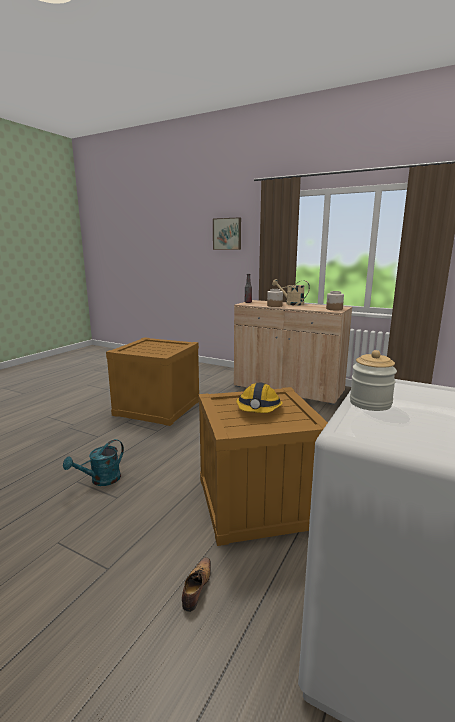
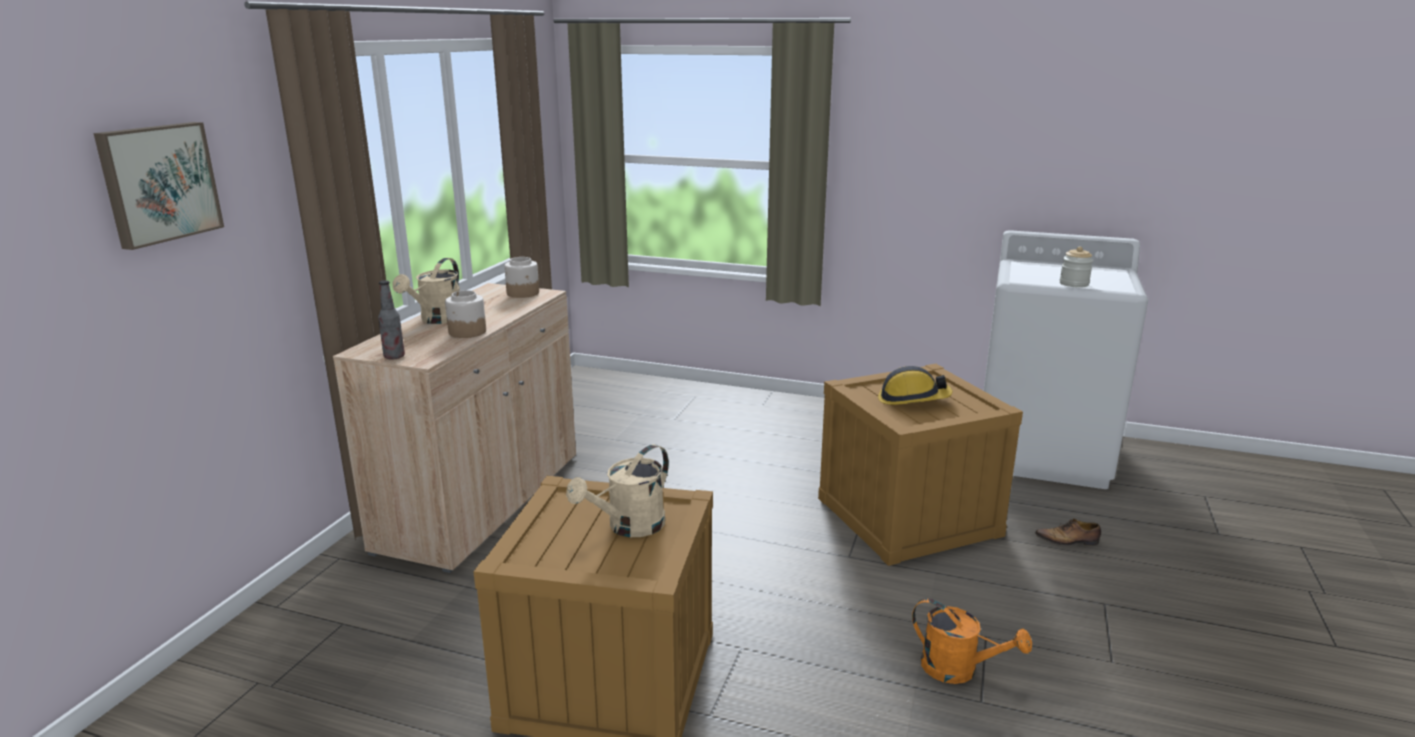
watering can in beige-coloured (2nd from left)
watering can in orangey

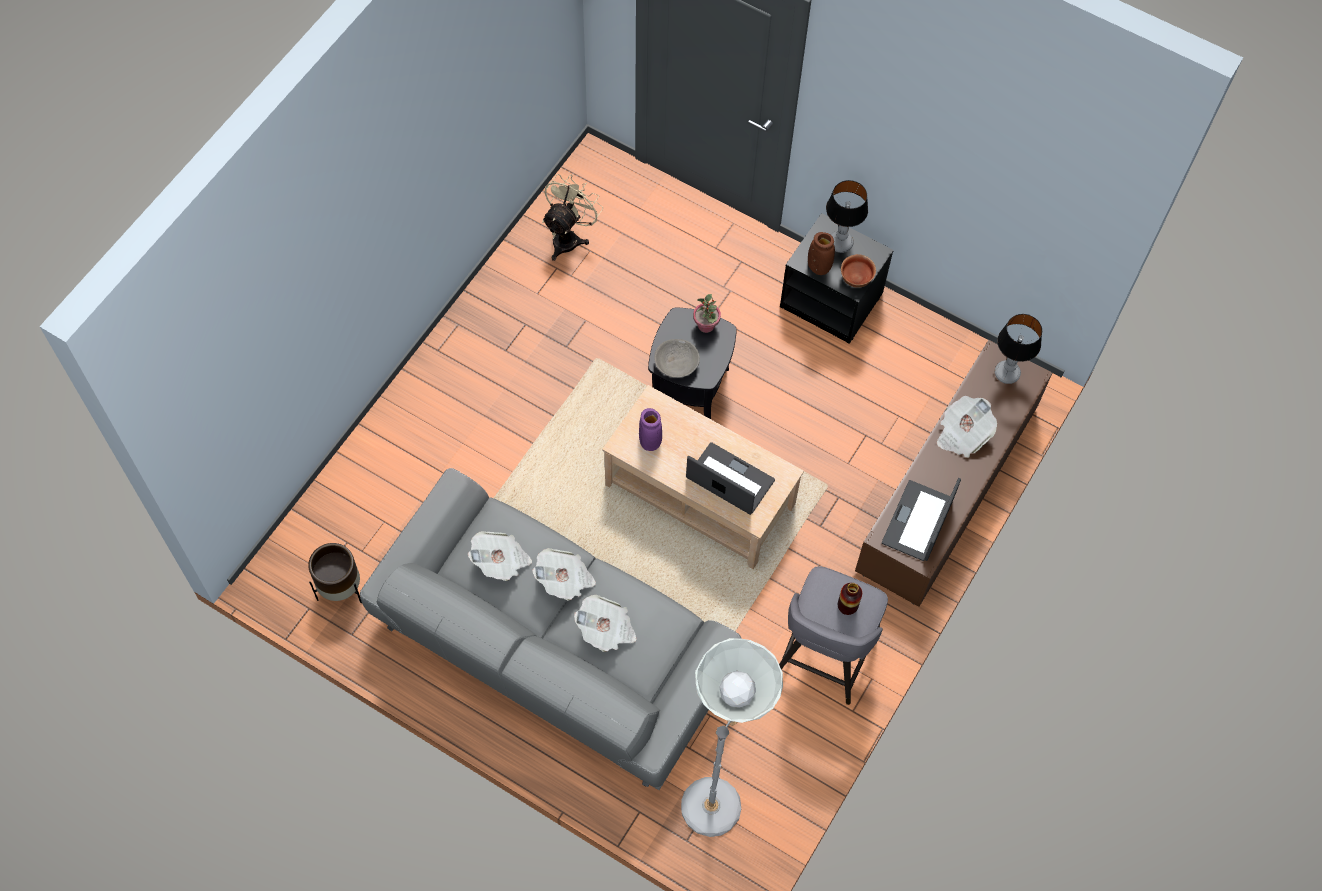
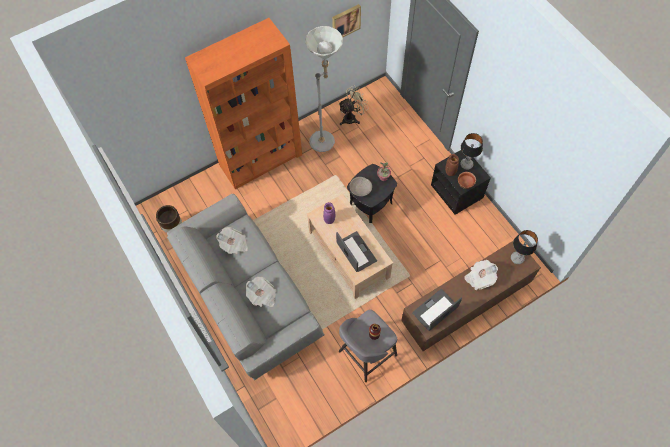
printed paper (2nd from left in the first image)
shelving unit in orangey
wall picture
standing lamp in gray

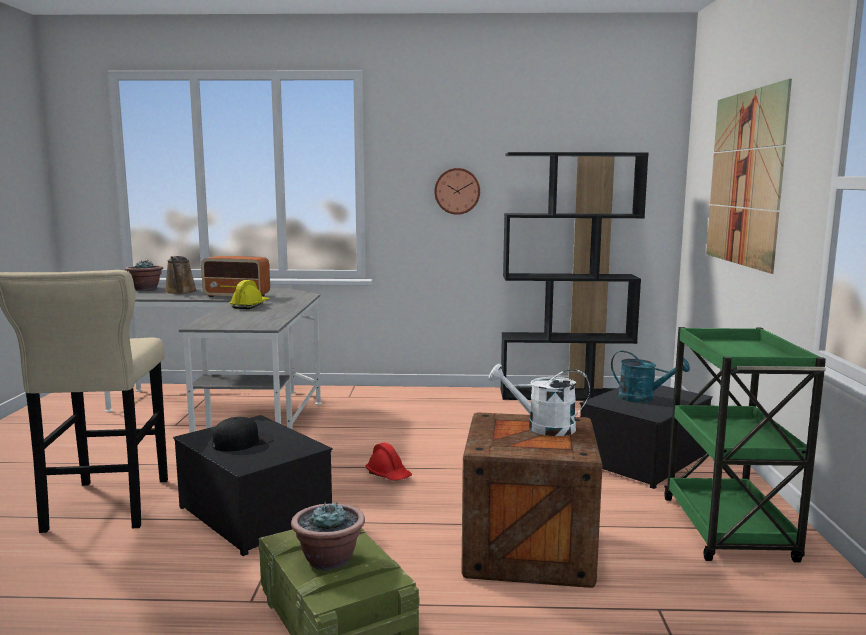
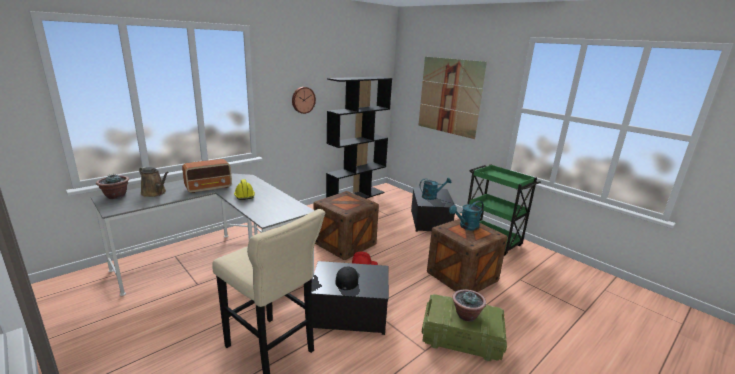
crate (1st from left)
watering can in turquoise (2nd from left)

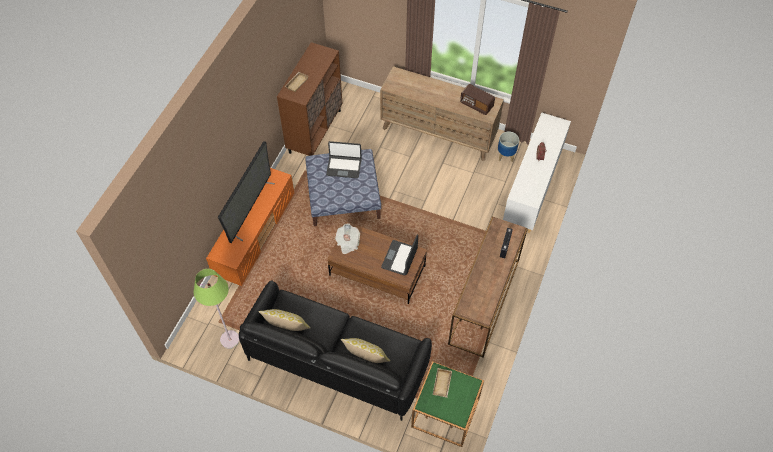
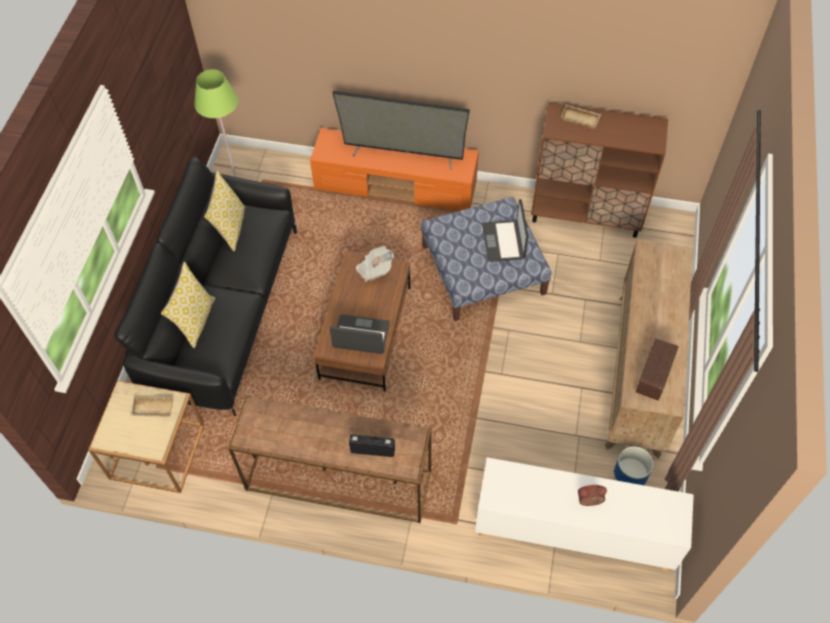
end table in beige-coloured

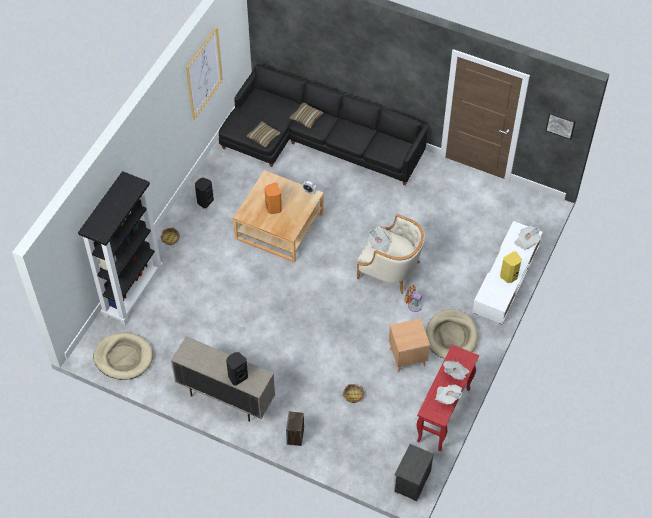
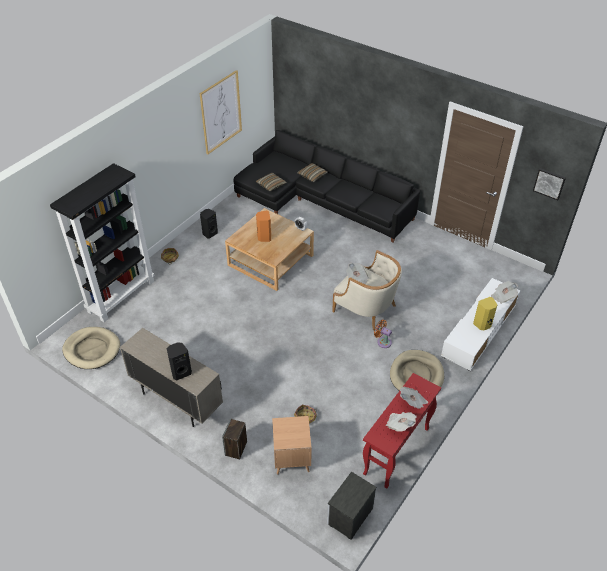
end table in brown-coloured

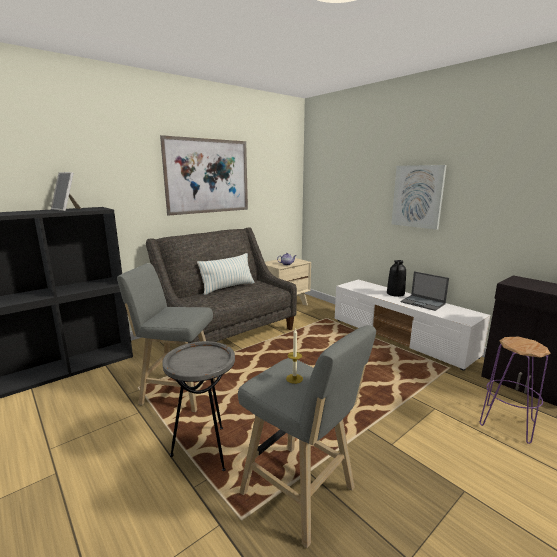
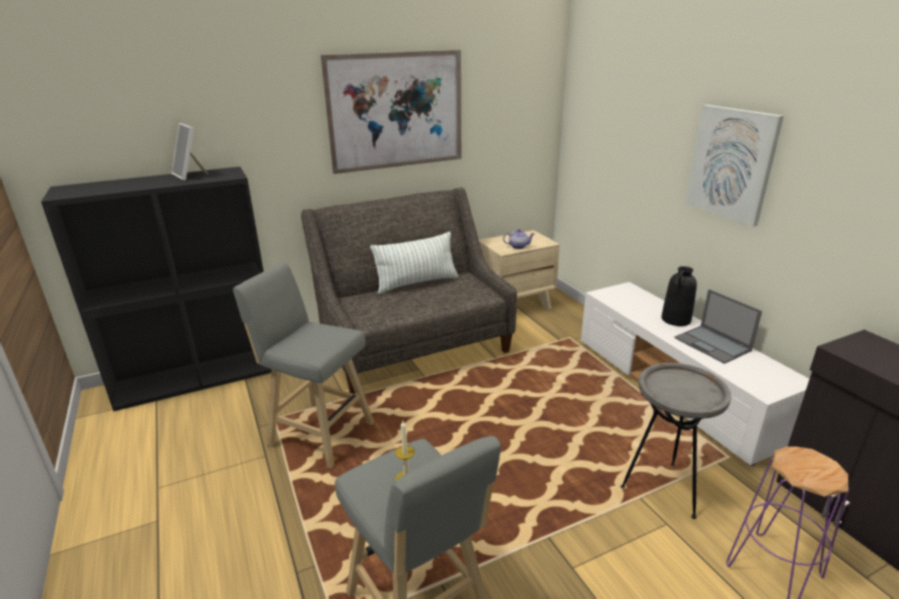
end table in gray

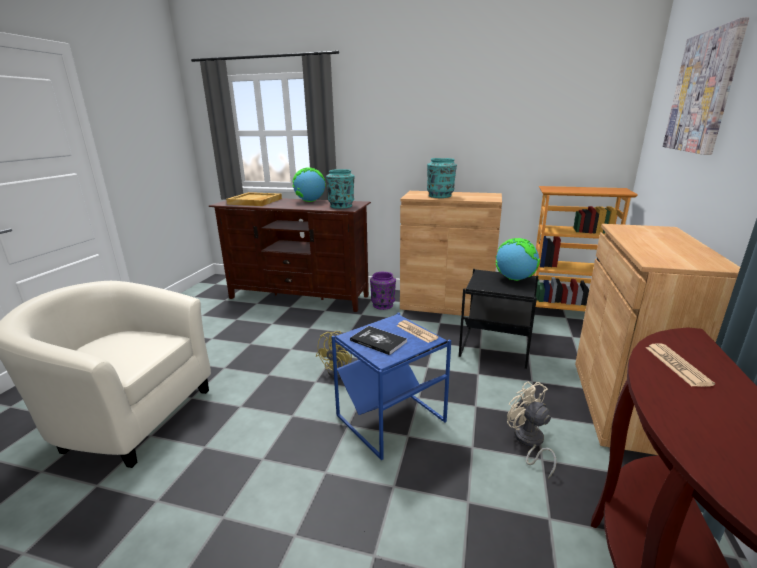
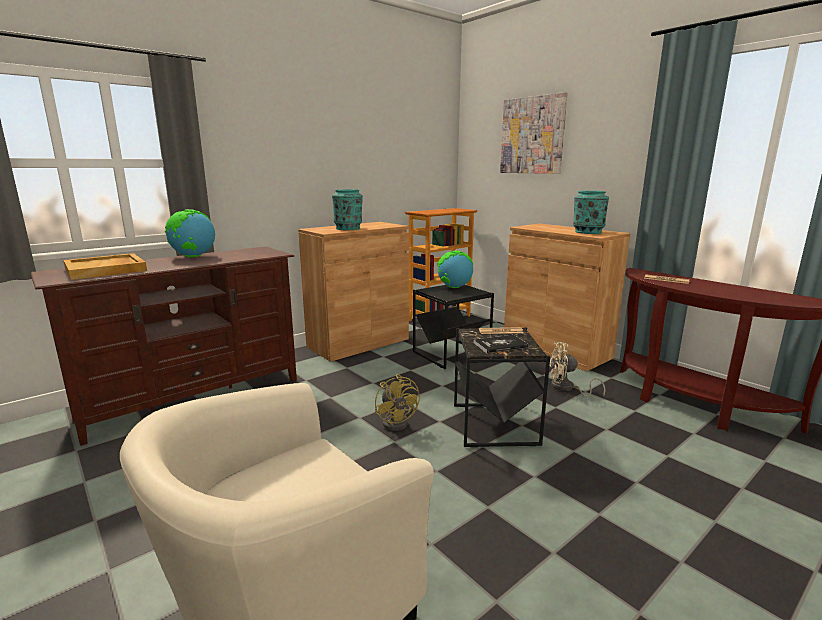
vase in purple
vase in turquoise (2nd from left)
end table in black (2nd from left)

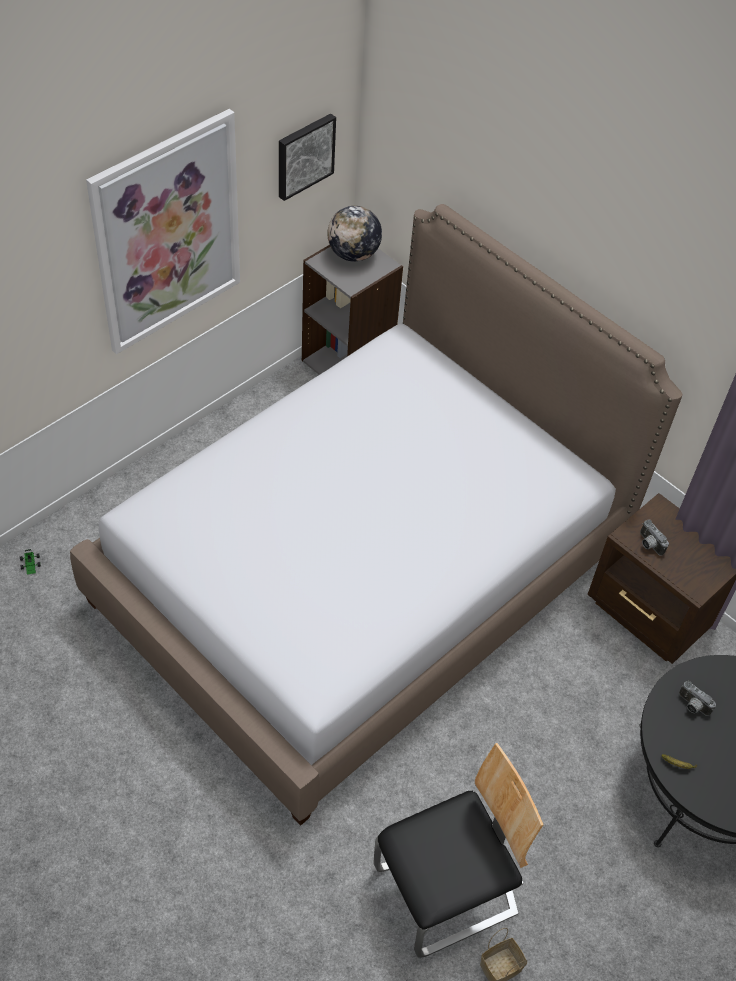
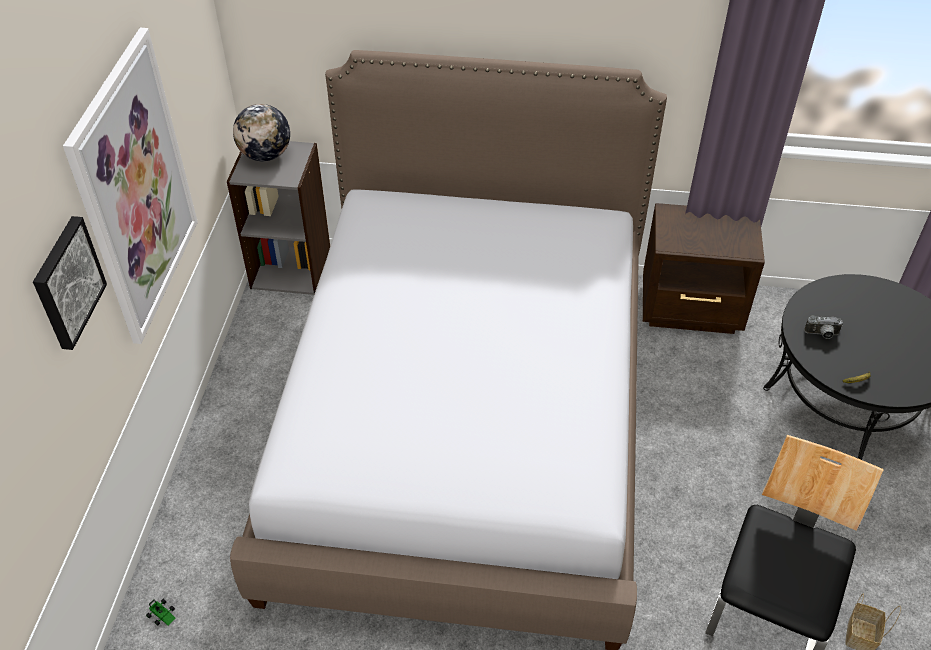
still camera (1st from left in the first image)
wall picture (1st from left)

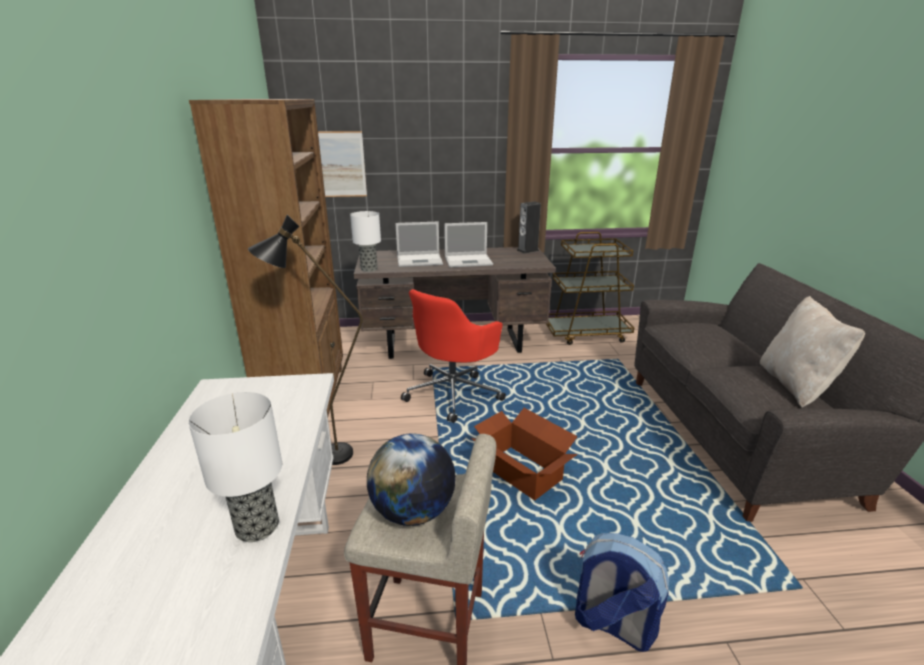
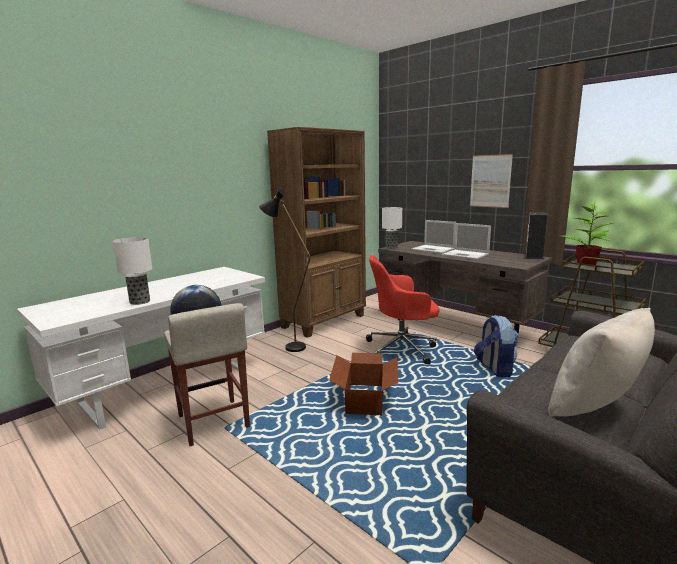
plant in a pot
wall picture
rucksack

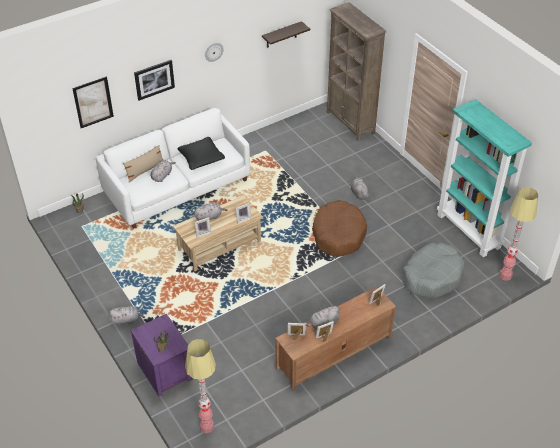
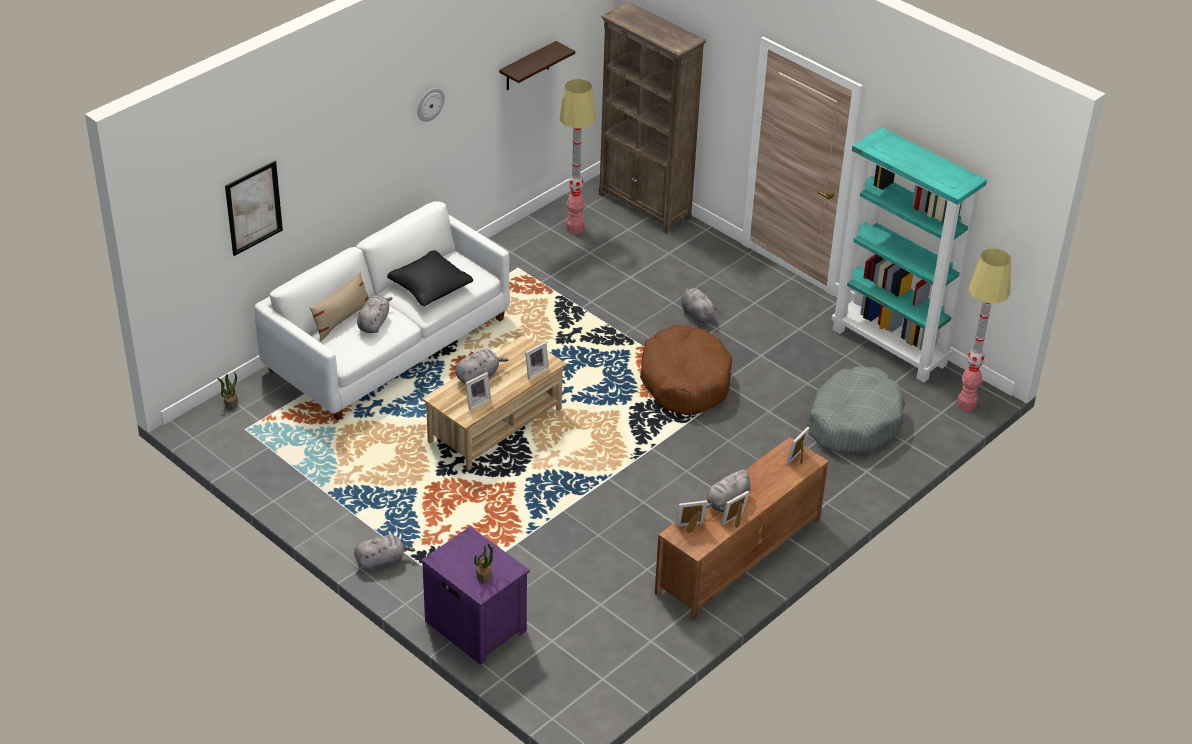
wall picture (2nd from left in the first image)
standing lamp (1st from left)

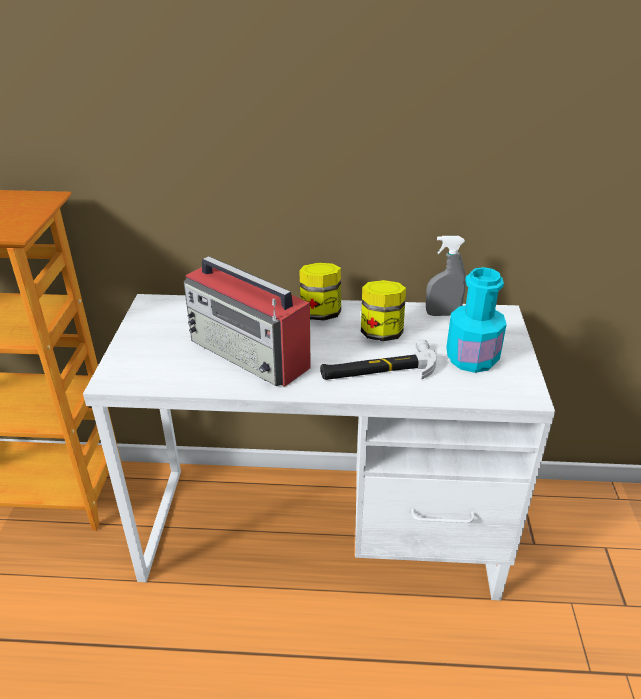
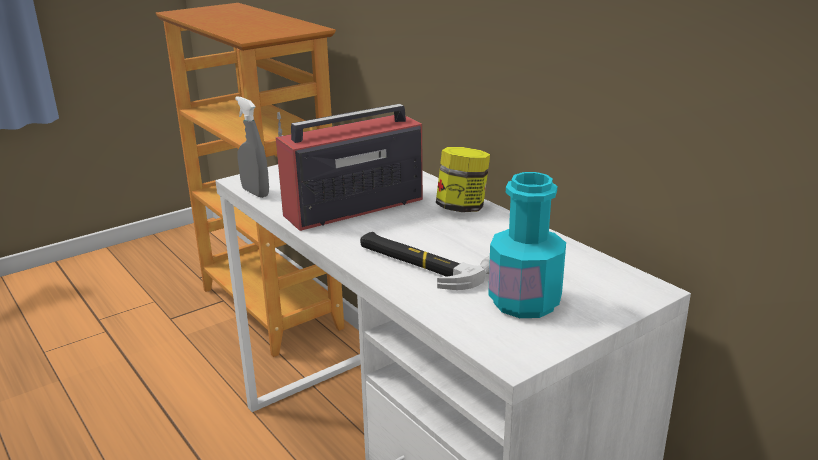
preserve jar (2nd from left in the first image)
spray bottle in gray
radio

